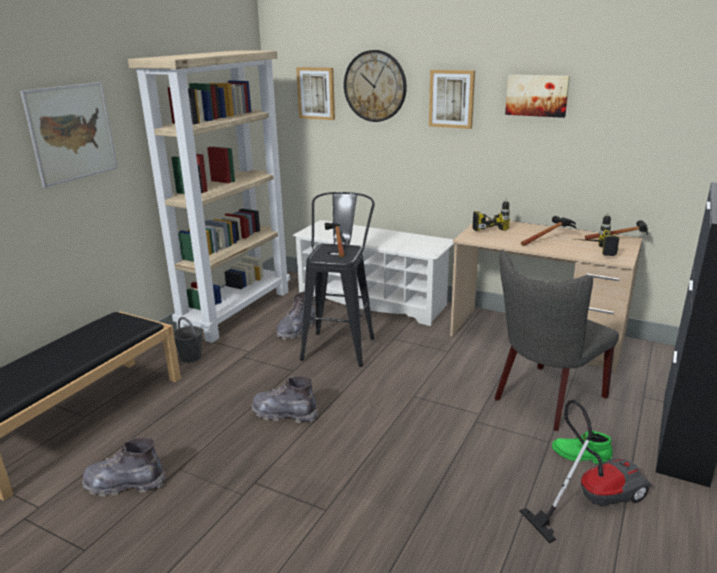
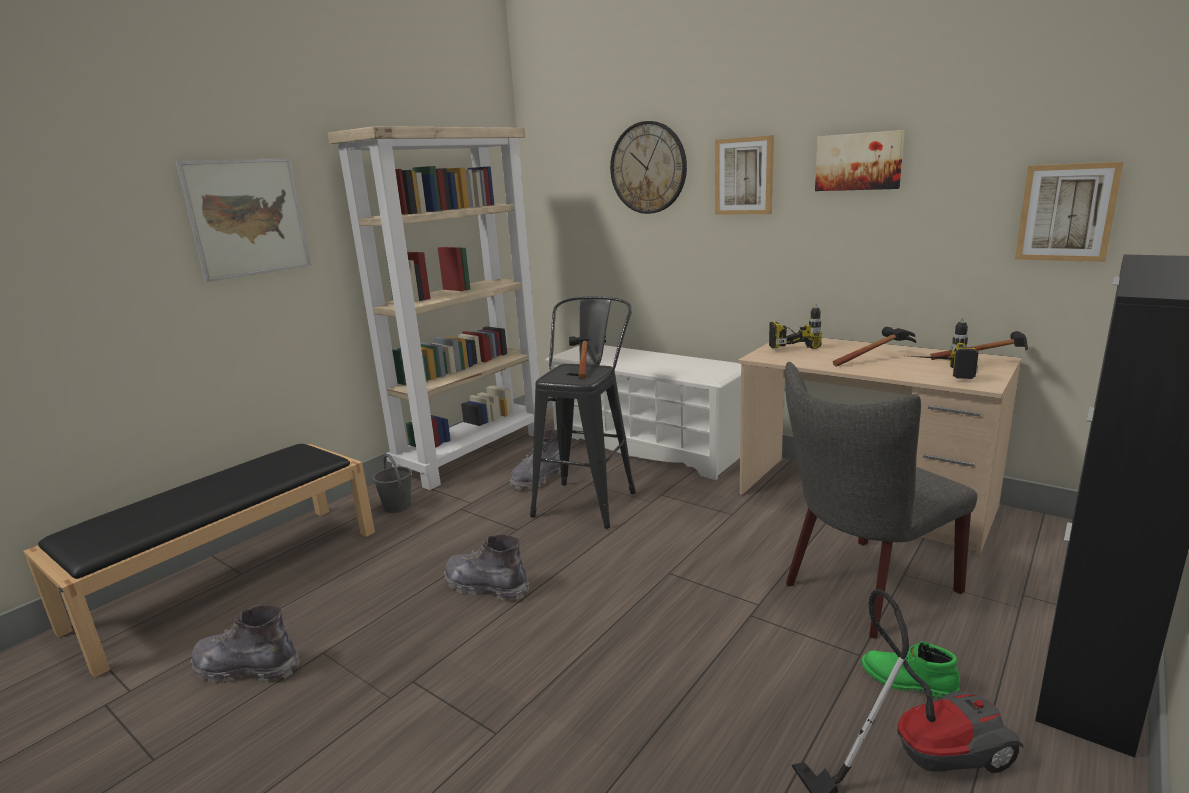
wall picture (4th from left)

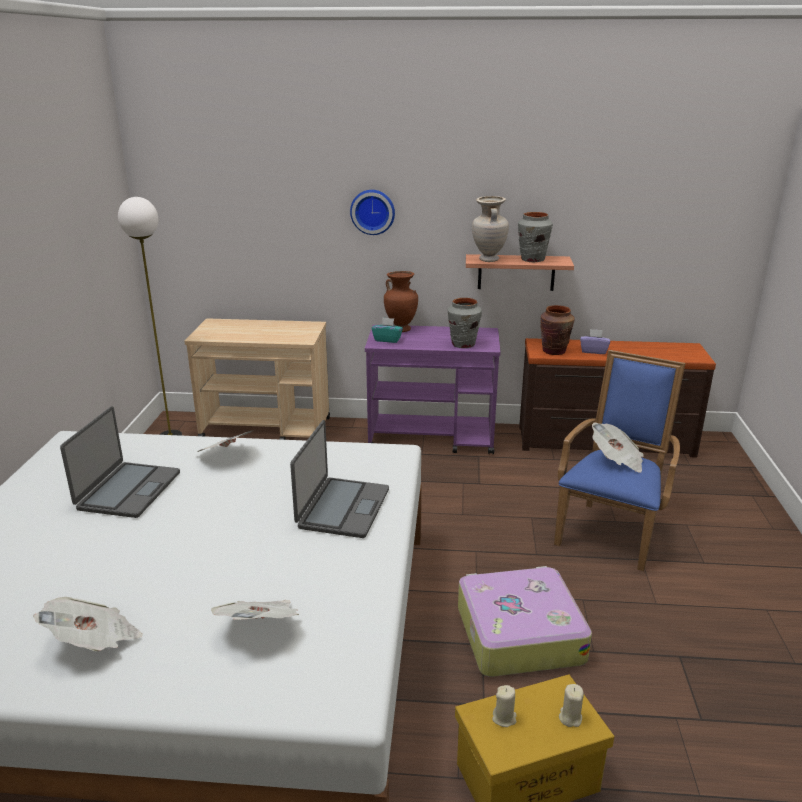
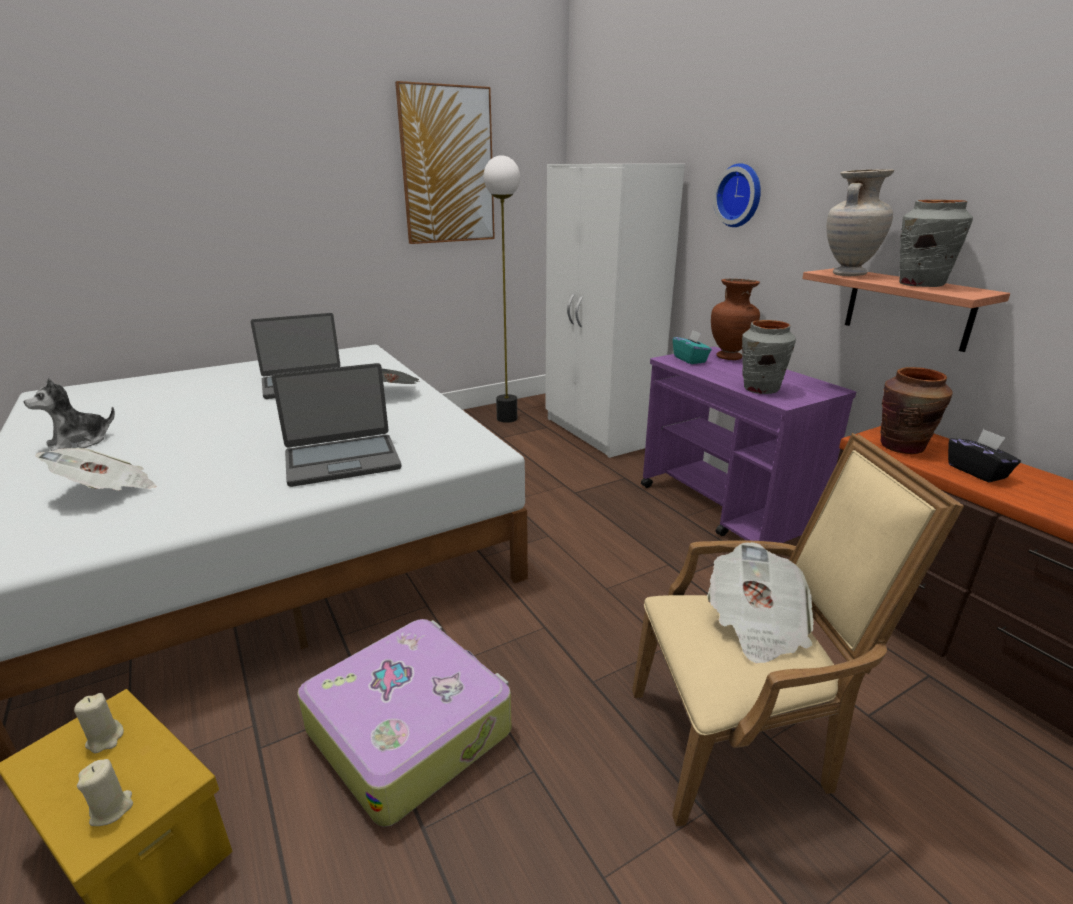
wall picture
cuddly toy
armoire in white
lounge chair in beige-coloured
tissue holder in black

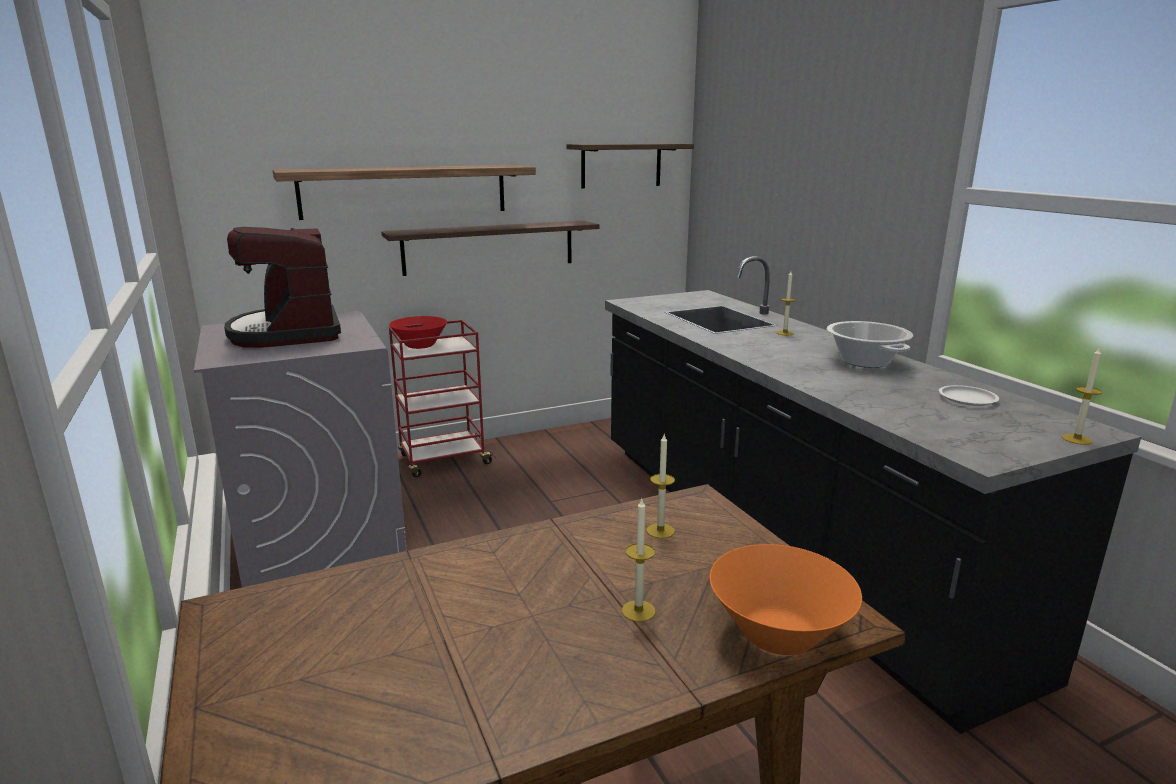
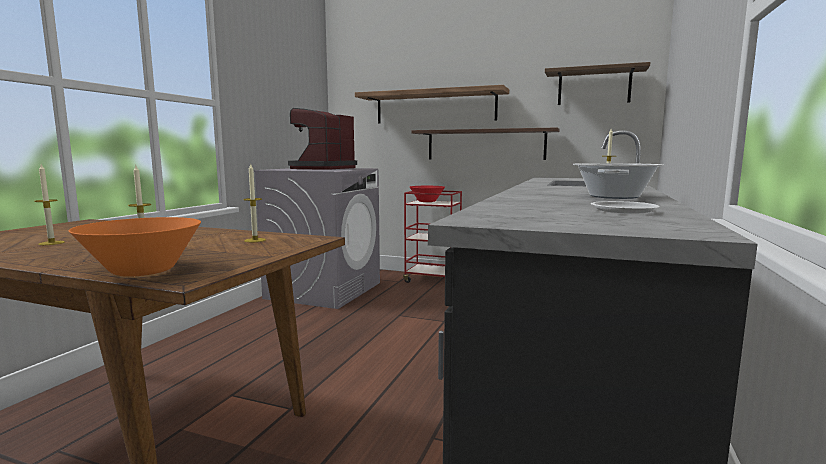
candle (1st from left)

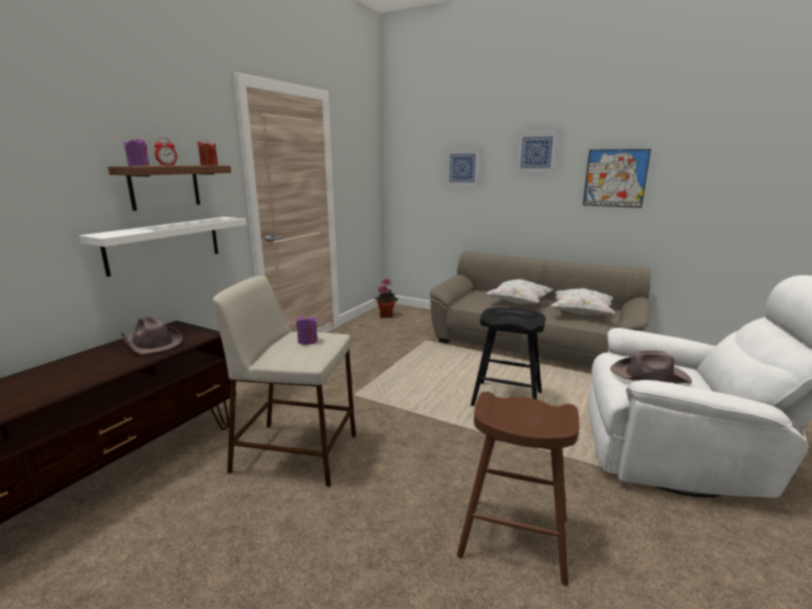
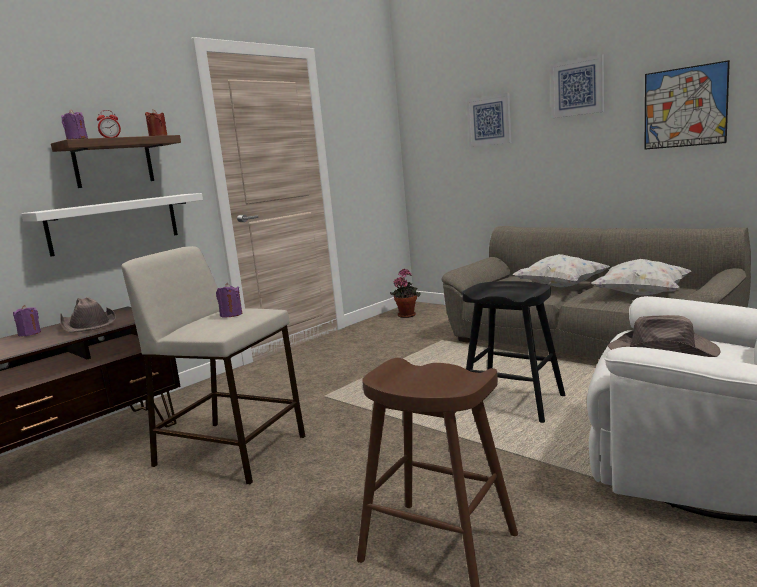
candle in purple (1st from left)

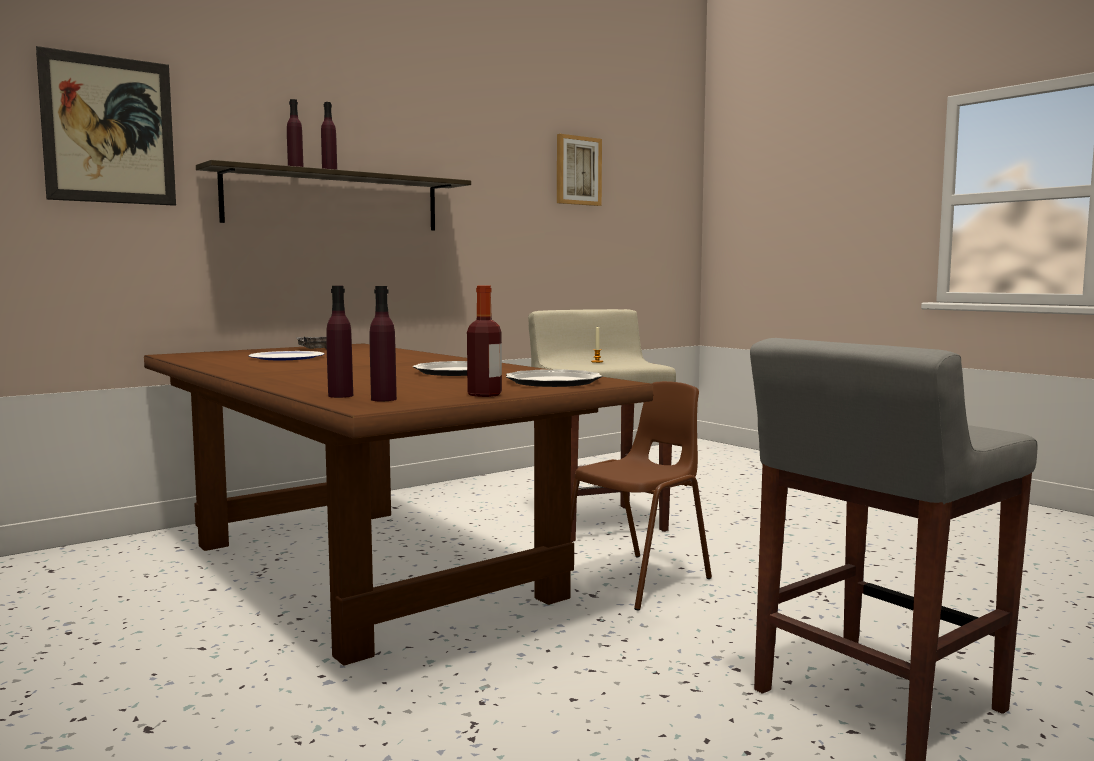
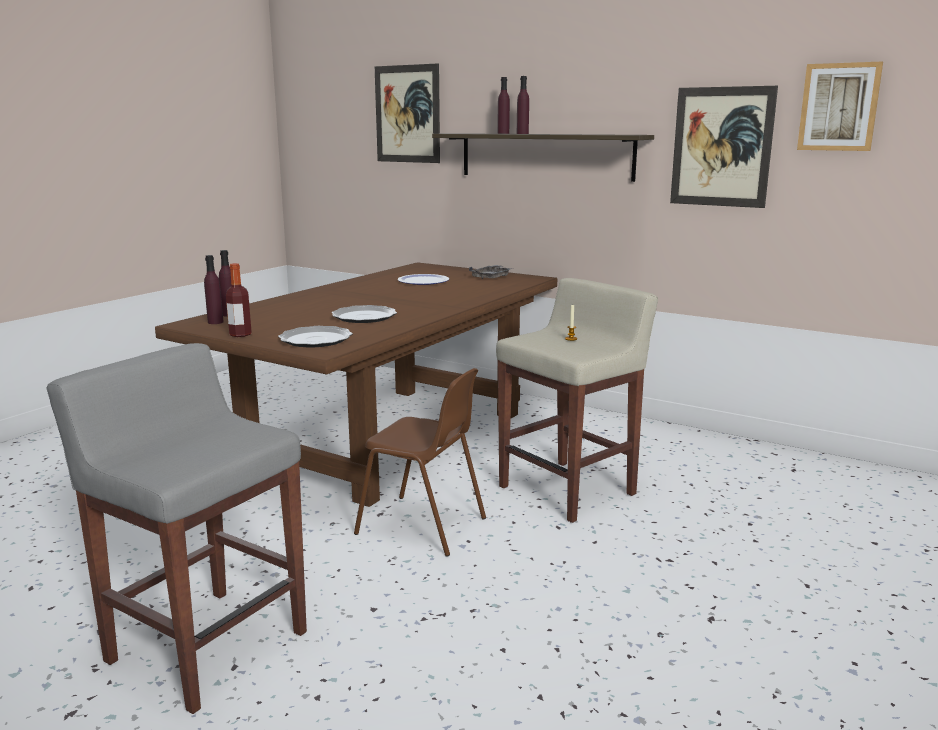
wall picture (2nd from left)

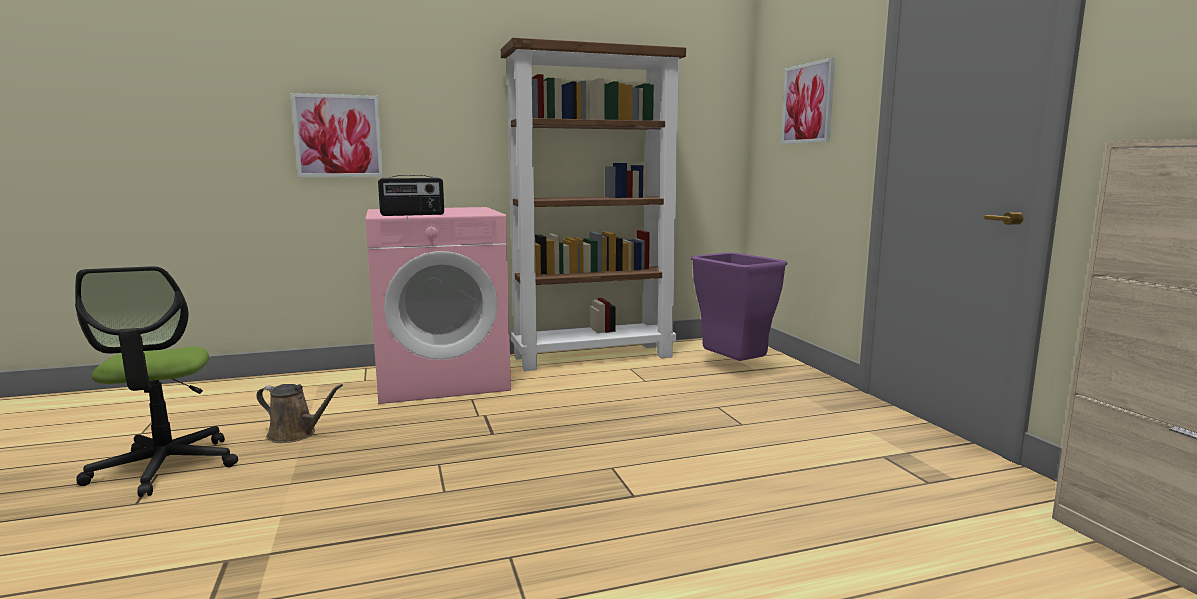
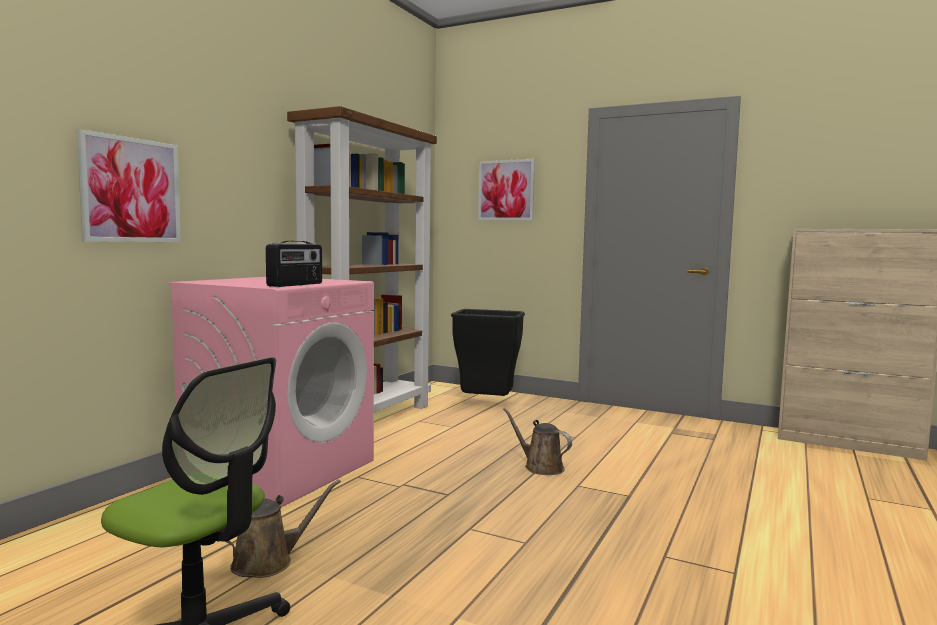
watering can in brown-coloured (2nd from left)
trash can in black

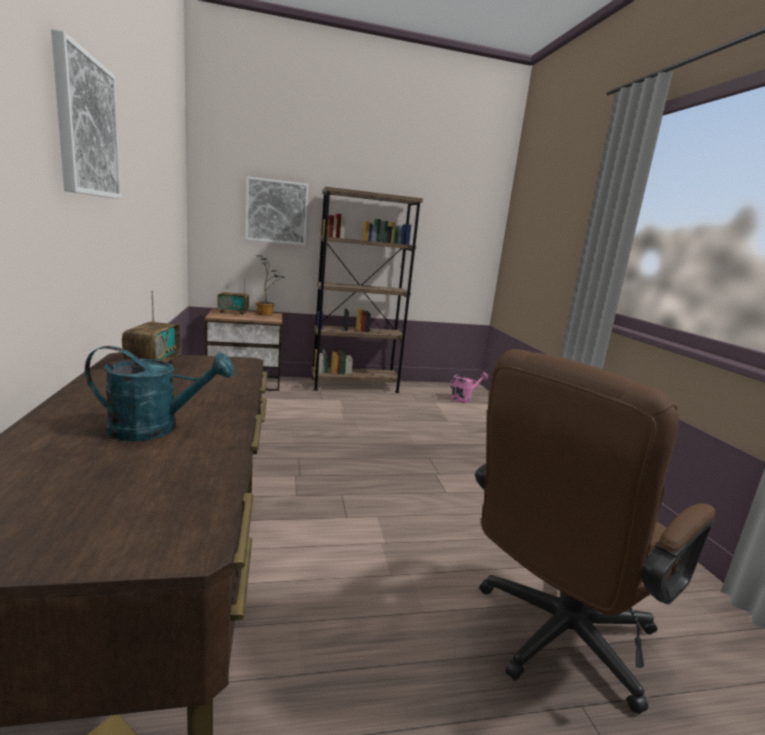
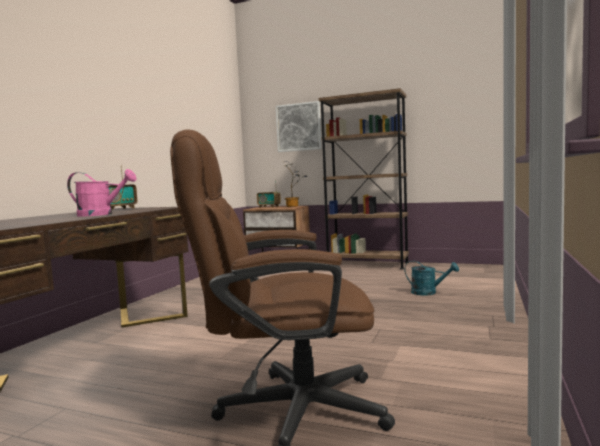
wall picture (1st from left in the first image)
watering can in turquoise
watering can in pink

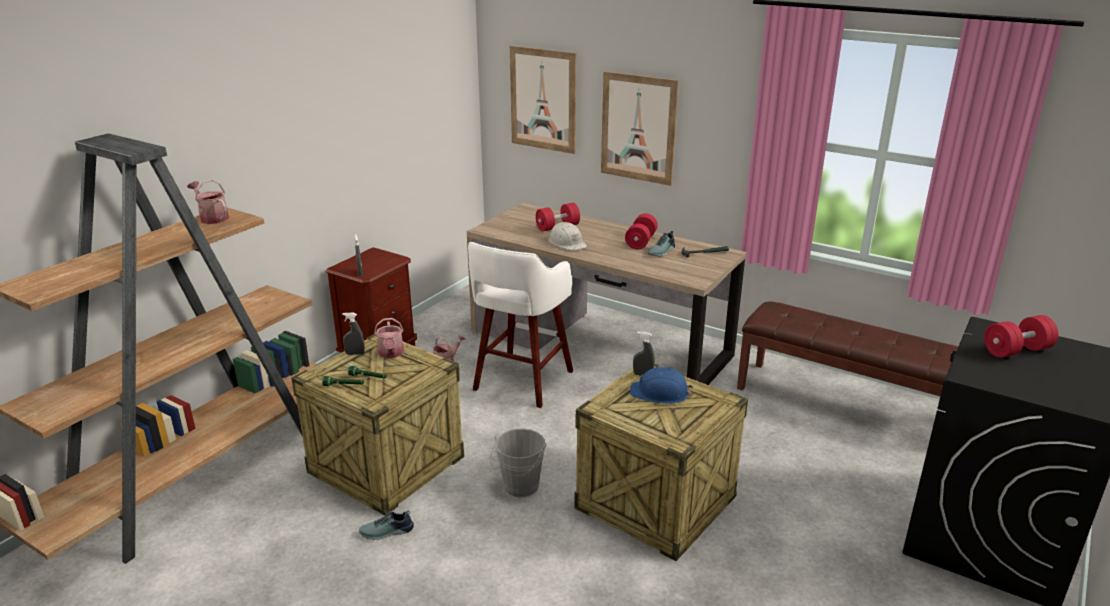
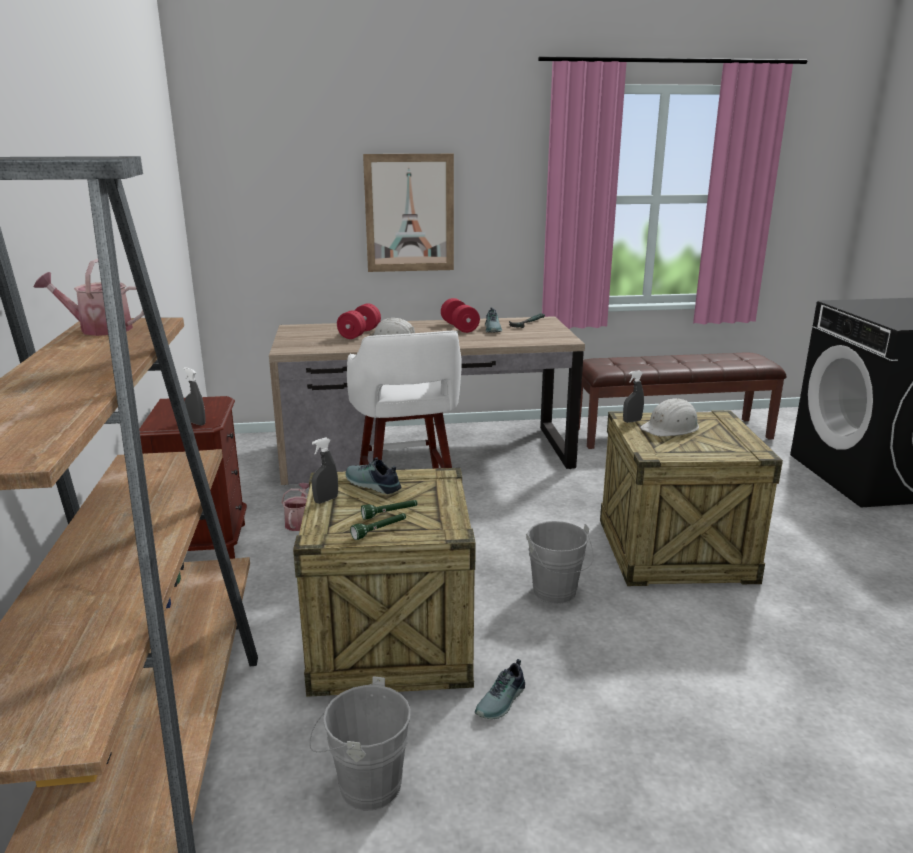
wall picture (1st from left in the first image)
dumbbell in red (3rd from left in the first image)
pail in gray (1st from left)
shoe (1st from left)
hard hat in white (2nd from left)

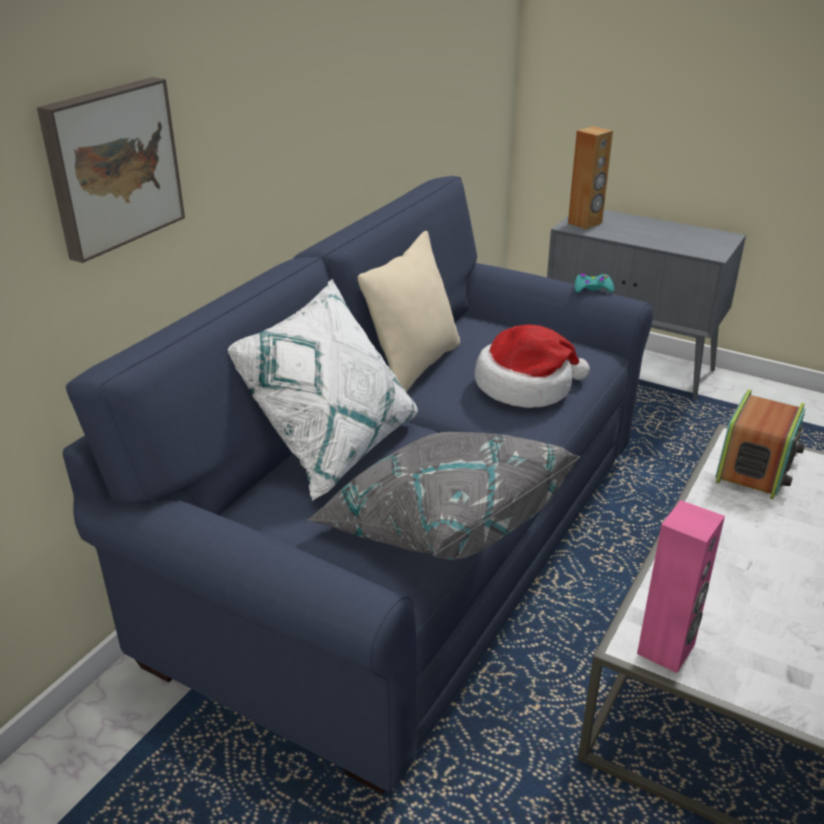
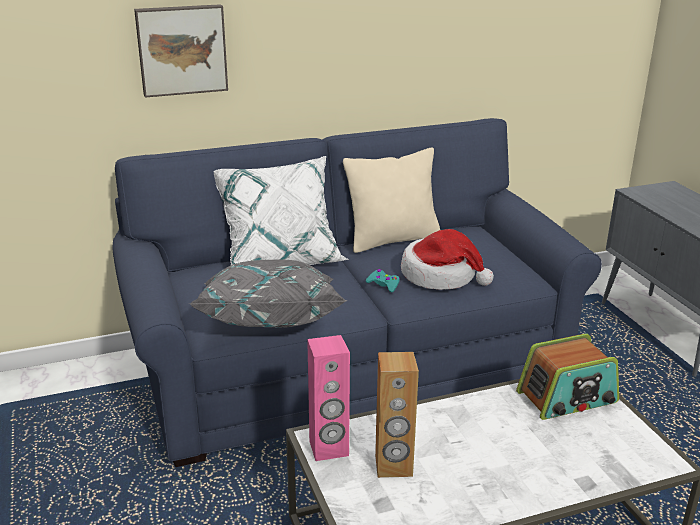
loudspeaker in brown-coloured
joypad in turquoise

